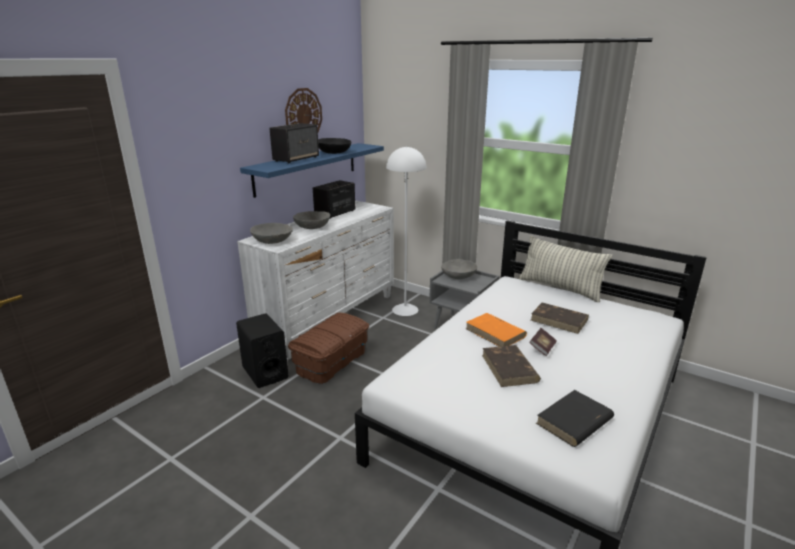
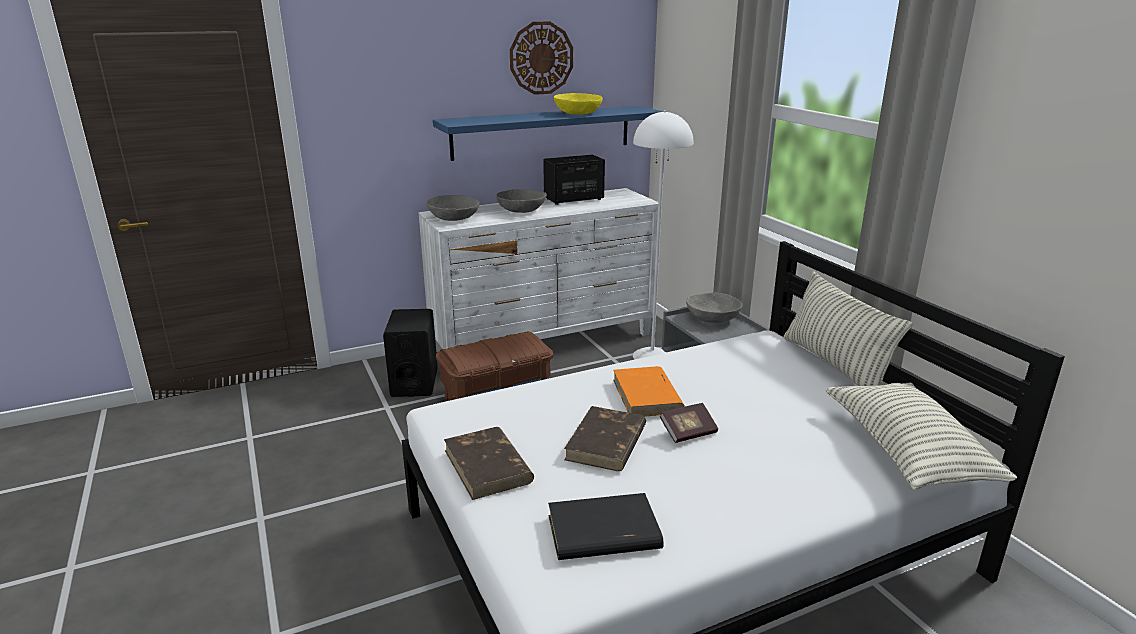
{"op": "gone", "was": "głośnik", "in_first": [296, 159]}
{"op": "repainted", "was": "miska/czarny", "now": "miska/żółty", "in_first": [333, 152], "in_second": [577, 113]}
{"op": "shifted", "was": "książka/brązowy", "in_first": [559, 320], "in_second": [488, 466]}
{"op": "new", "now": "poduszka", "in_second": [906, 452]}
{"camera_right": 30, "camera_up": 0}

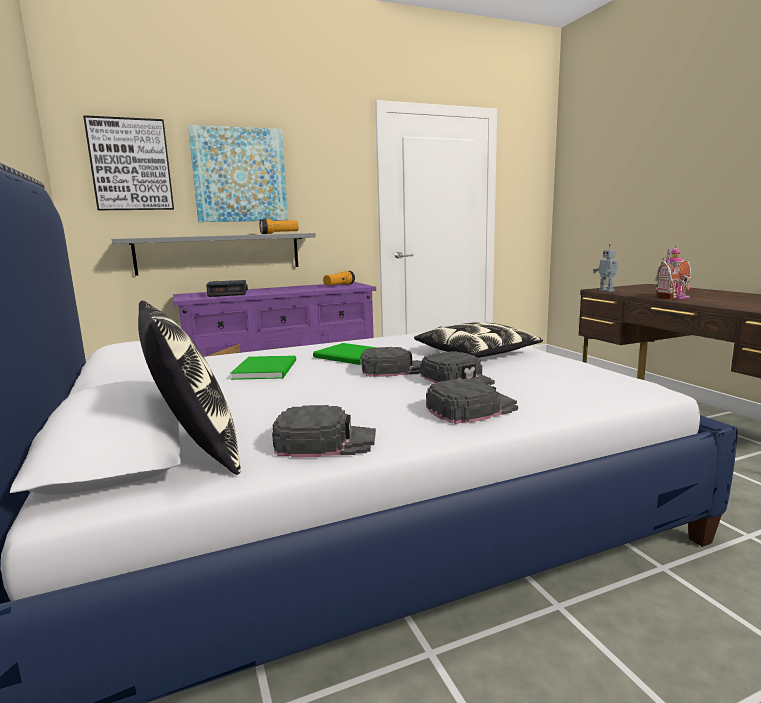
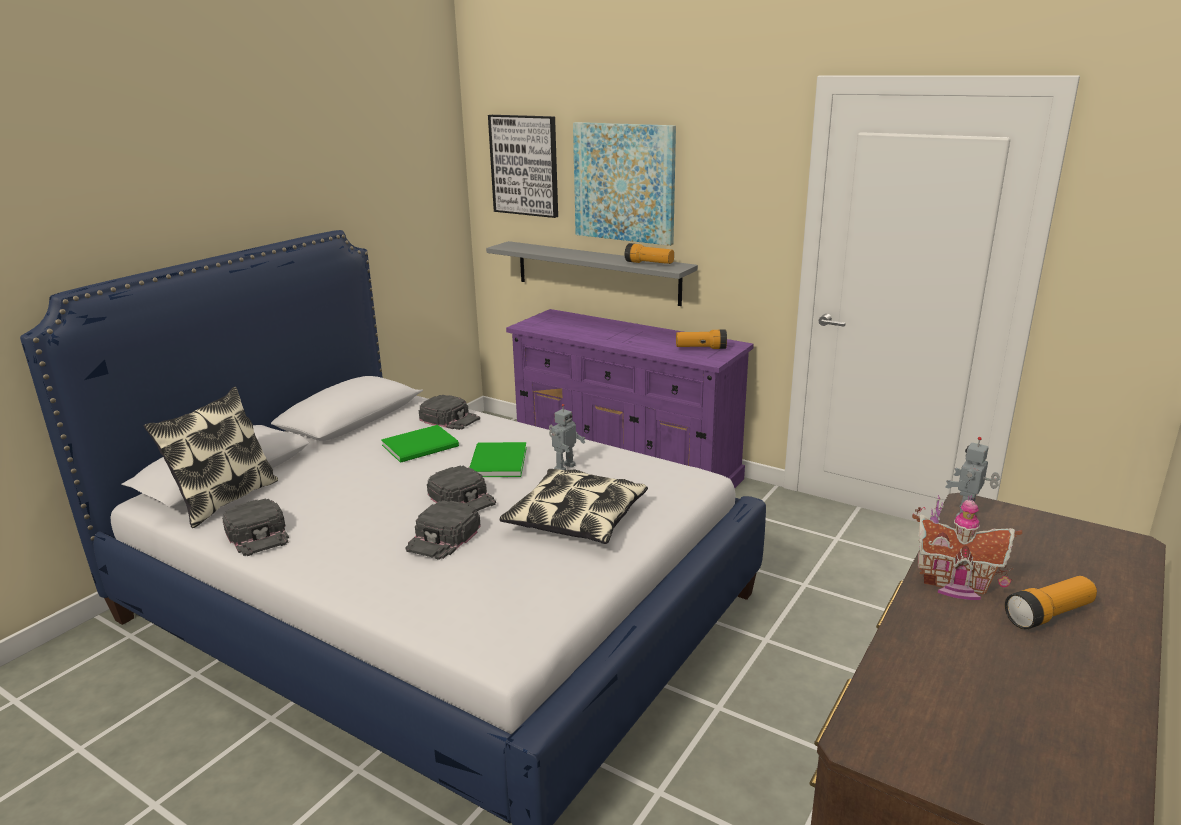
{"op": "gone", "was": "budzik", "in_first": [228, 294]}
{"op": "shifted", "was": "czapka z daszkiem/czarny", "in_first": [471, 408], "in_second": [450, 418]}
{"op": "new", "now": "robot zabawkowy", "in_second": [563, 467]}
{"op": "new", "now": "latarka", "in_second": [1048, 615]}
{"camera_right": 55, "camera_up": 10}

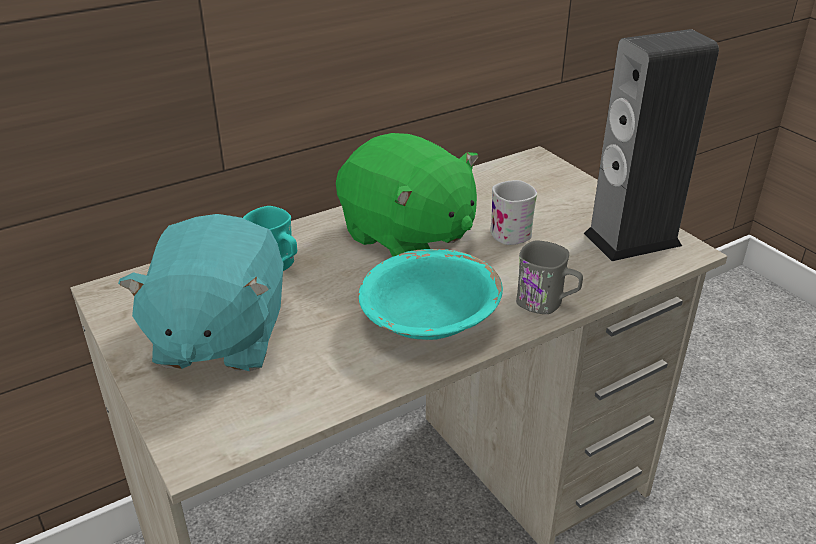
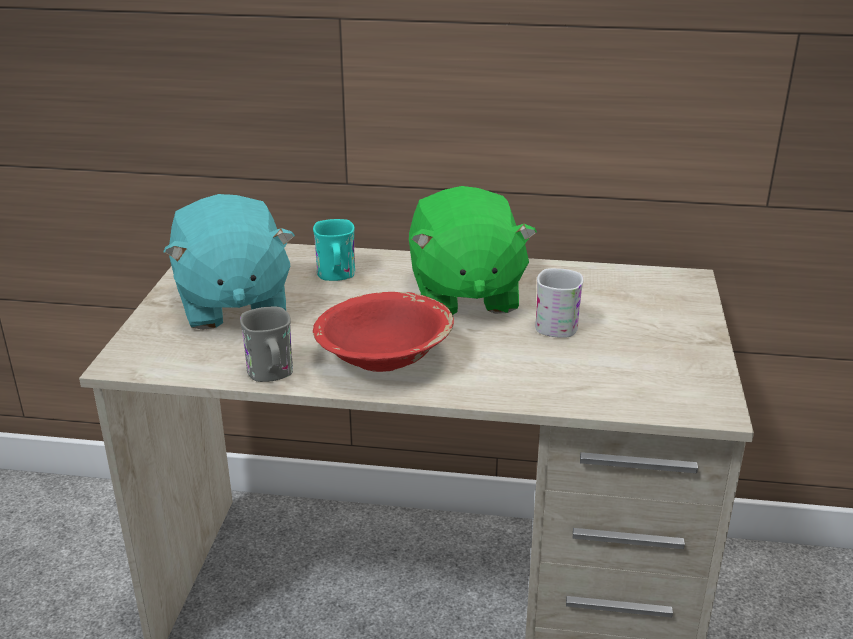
{"op": "gone", "was": "głośnik", "in_first": [632, 239]}
{"op": "rotated", "was": "pluszak/turkusowy", "in_first": [218, 337], "in_second": [232, 304], "clockwise": -60}
{"op": "shifted", "was": "kubek/szary", "in_first": [547, 303], "in_second": [272, 374]}
{"op": "repainted", "was": "miska/turkusowy", "now": "miska/czerwony", "in_first": [429, 322], "in_second": [384, 358]}
{"camera_right": 40, "camera_up": -5}

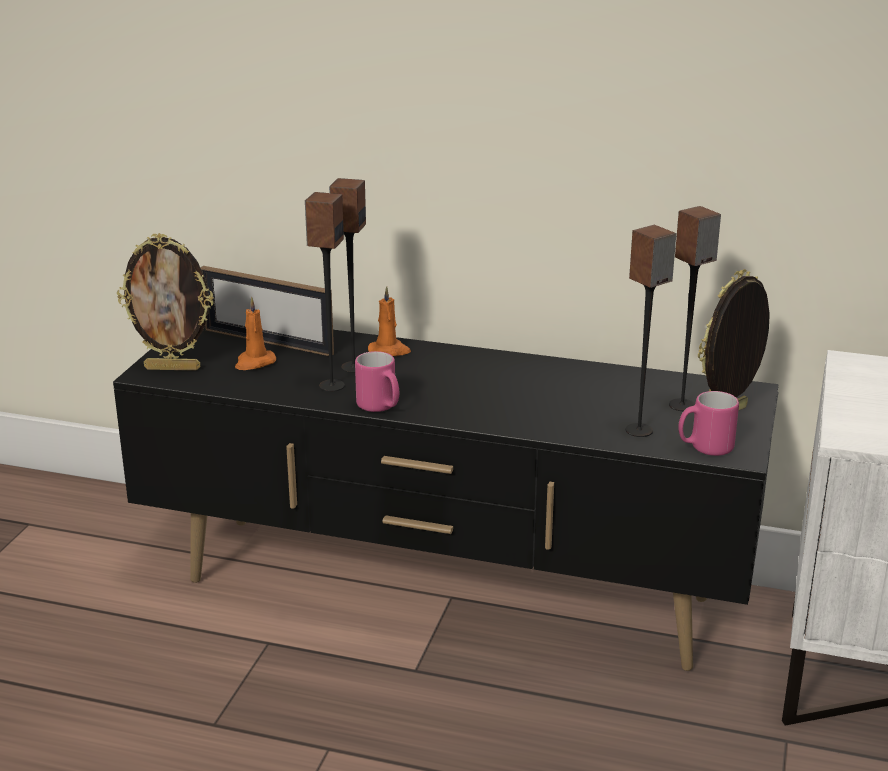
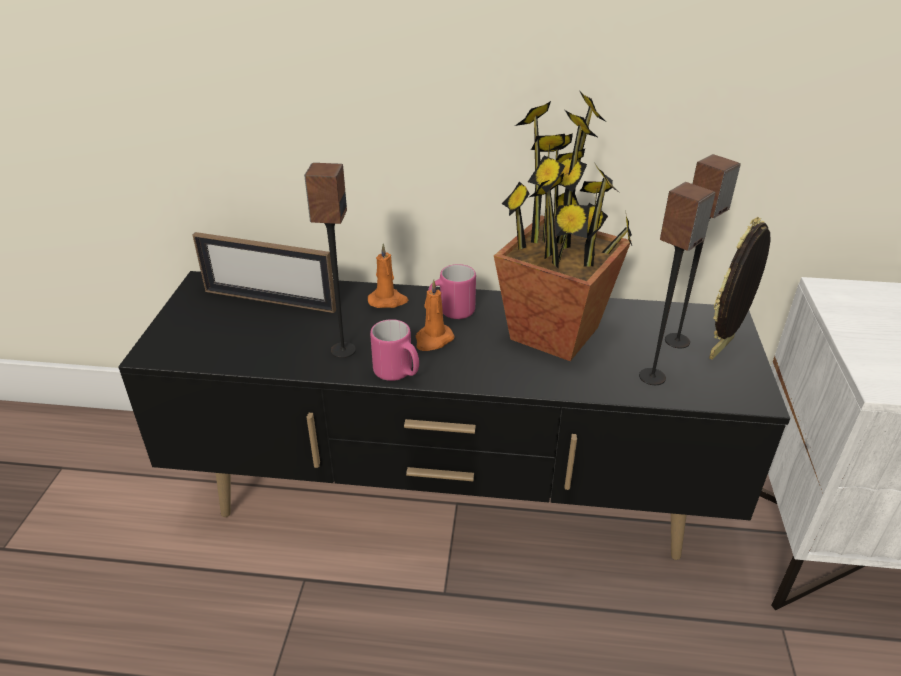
{"op": "gone", "was": "głośnik", "in_first": [353, 367]}
{"op": "gone", "was": "ramka na zdjęcie", "in_first": [173, 368]}
{"op": "shifted", "was": "świeca/pomarańczowy", "in_first": [254, 363], "in_second": [433, 340]}
{"op": "shifted", "was": "kubek/różowy", "in_first": [704, 448], "in_second": [451, 312]}
{"op": "new", "now": "roślina doniczkowa", "in_second": [555, 334]}
{"camera_right": -10, "camera_up": 10}

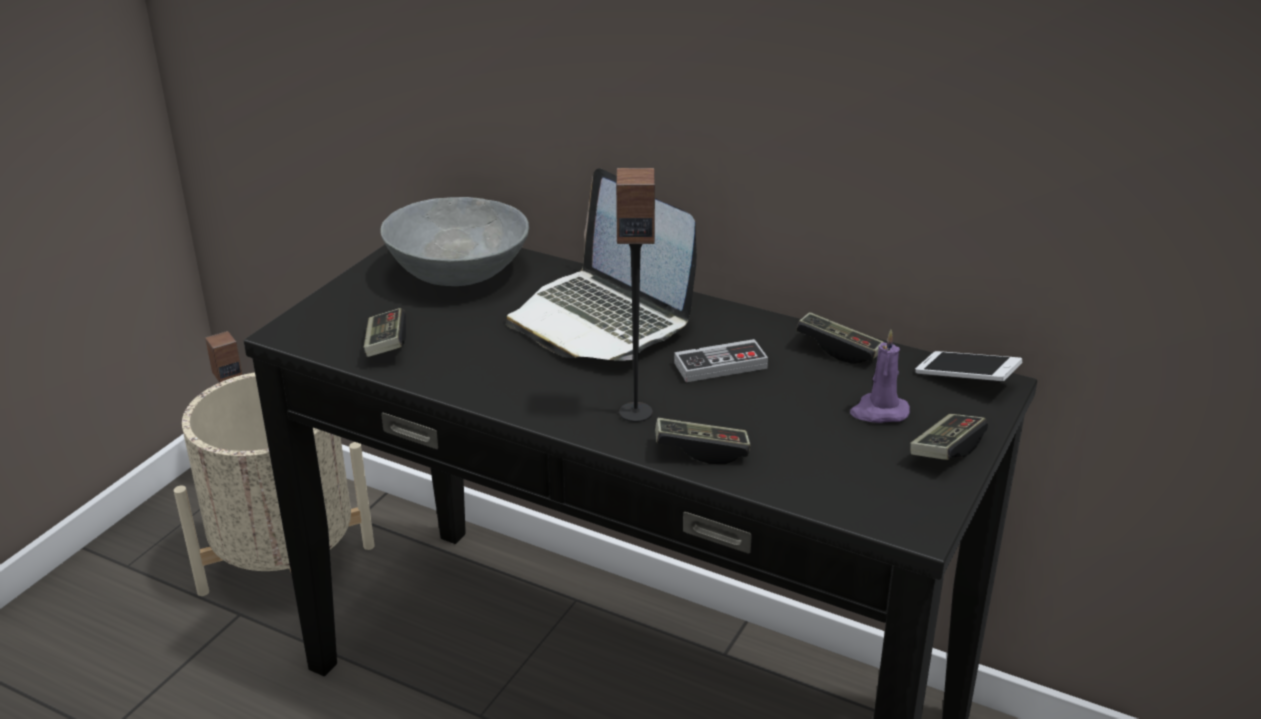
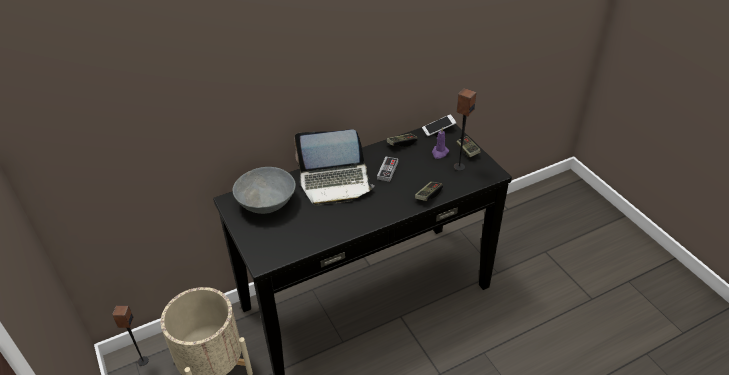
{"op": "shifted", "was": "głośnik", "in_first": [636, 412], "in_second": [459, 167]}
{"op": "gone", "was": "pad do gier", "in_first": [386, 345]}
{"camera_right": -55, "camera_up": 10}

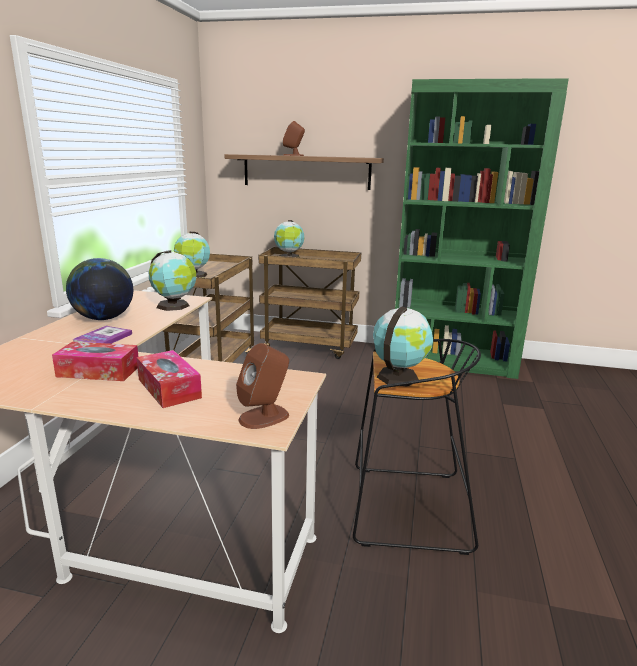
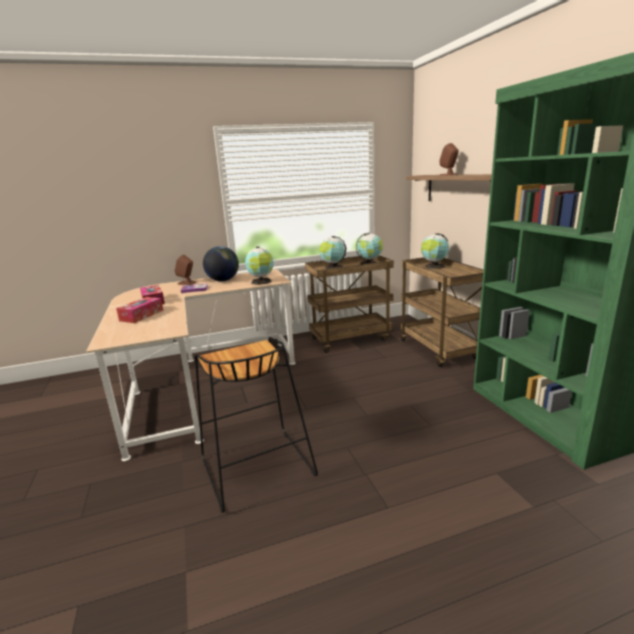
{"op": "shifted", "was": "globus", "in_first": [398, 376], "in_second": [370, 263]}
{"op": "shifted", "was": "głośnik/brązowy", "in_first": [264, 417], "in_second": [187, 283]}
{"camera_right": 60, "camera_up": 0}

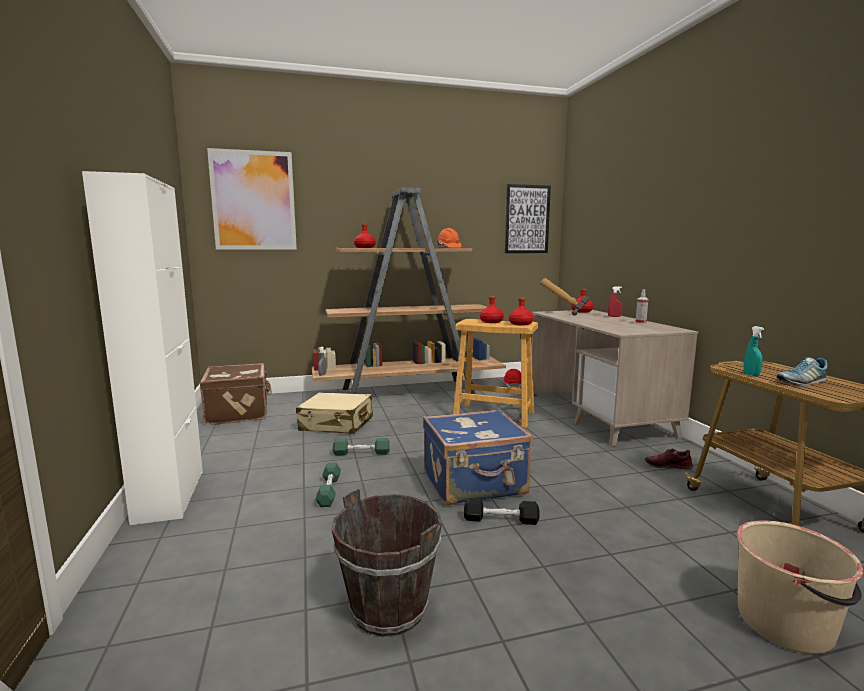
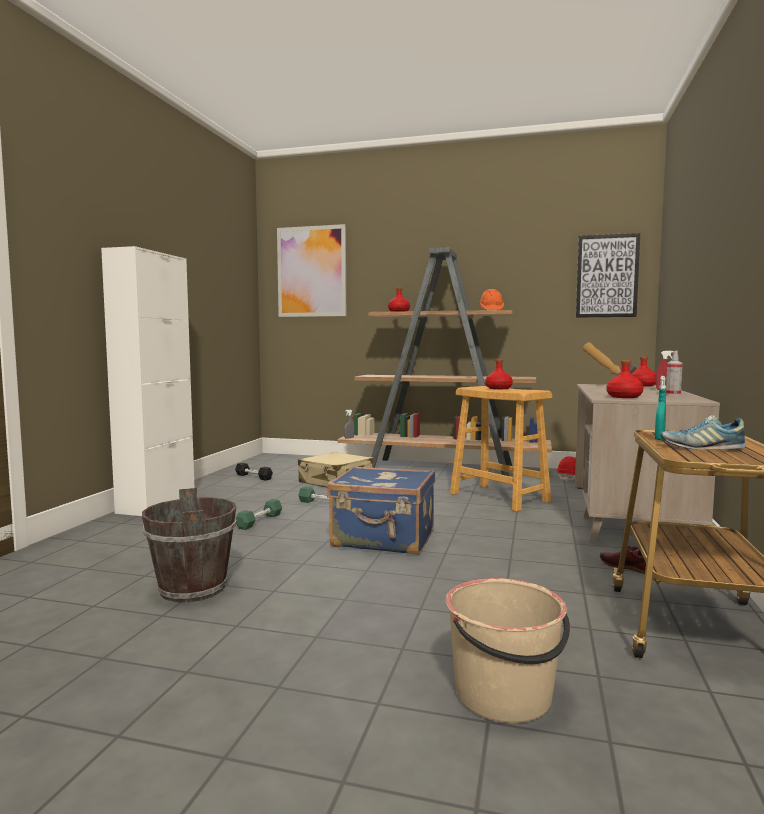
{"op": "shifted", "was": "butelka/czerwony", "in_first": [521, 324], "in_second": [624, 397]}
{"op": "gone", "was": "walizka/brązowy", "in_first": [239, 412]}
{"op": "shifted", "was": "hantel/czarny", "in_first": [500, 520], "in_second": [253, 477]}
{"camera_right": 30, "camera_up": -5}

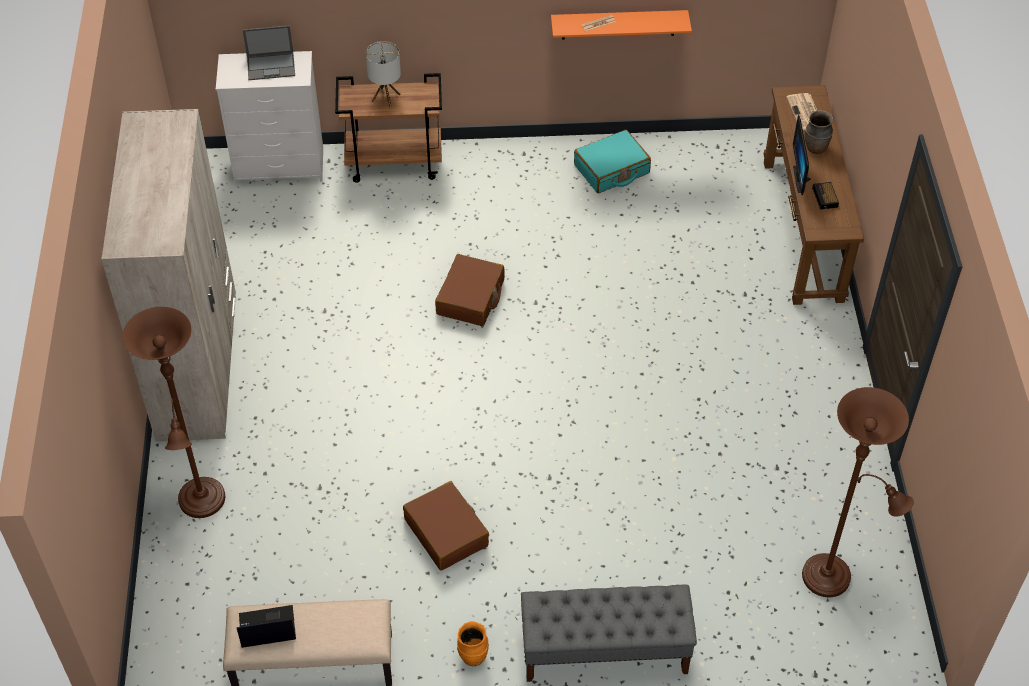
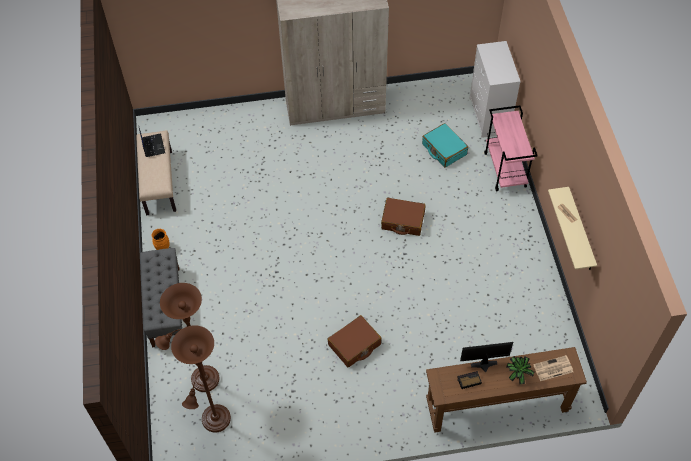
{"op": "repainted", "was": "półka/pomarańczowy", "now": "półka/beżowy", "in_first": [618, 24], "in_second": [580, 230]}
{"op": "gone", "was": "laptop", "in_first": [271, 66]}
{"op": "gone", "was": "lampa stołowa", "in_first": [386, 97]}
{"op": "repainted", "was": "wózek/brązowy", "now": "wózek/różowy", "in_first": [395, 162], "in_second": [505, 170]}
{"op": "swapped", "was": "wazon/brązowy", "now": "roślina doniczkowa", "in_first": [815, 148], "in_second": [517, 375]}
{"op": "shifted", "was": "walizka/turkusowy", "in_first": [611, 169], "in_second": [444, 149]}
{"op": "shifted", "was": "lampa stojąca/brązowy", "in_first": [202, 504], "in_second": [201, 380]}
{"op": "shifted", "was": "walizka/brązowy", "in_first": [447, 532], "in_second": [354, 345]}
{"camera_right": 85, "camera_up": 5}

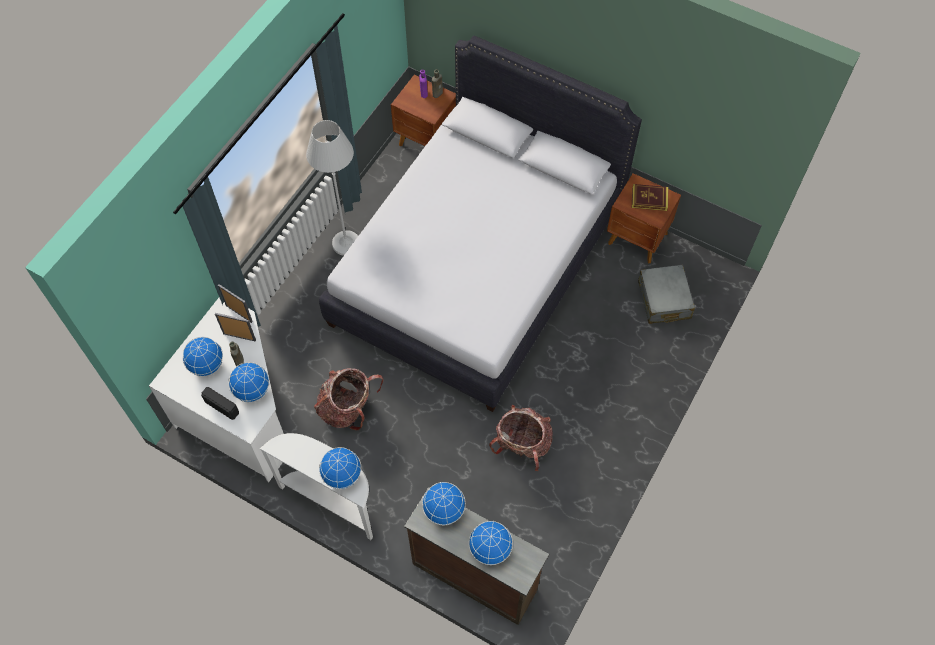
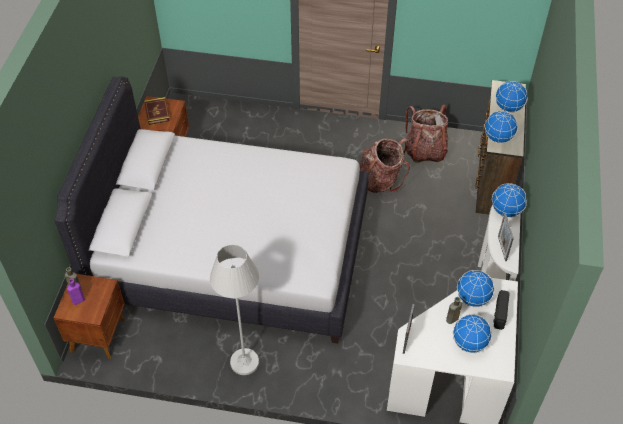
{"op": "gone", "was": "walizka/szary", "in_first": [664, 300]}
{"op": "shifted", "was": "ramka na zdjęcie", "in_first": [239, 337], "in_second": [502, 248]}
{"op": "shifted", "was": "plecak", "in_first": [348, 408], "in_second": [425, 151]}
{"camera_right": -110, "camera_up": -10}

